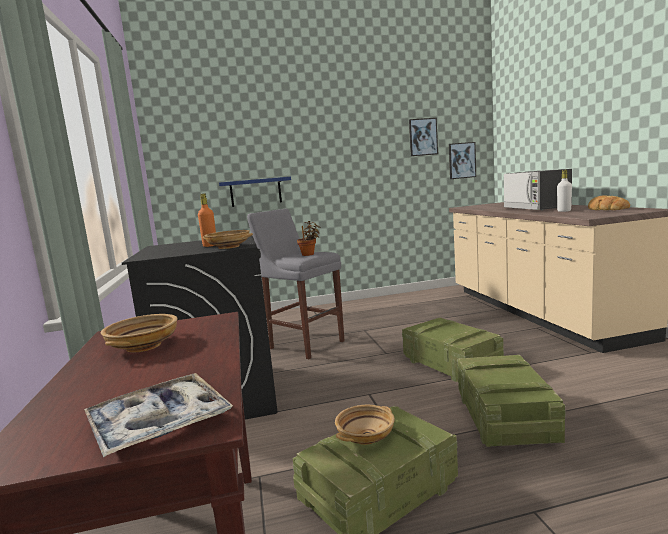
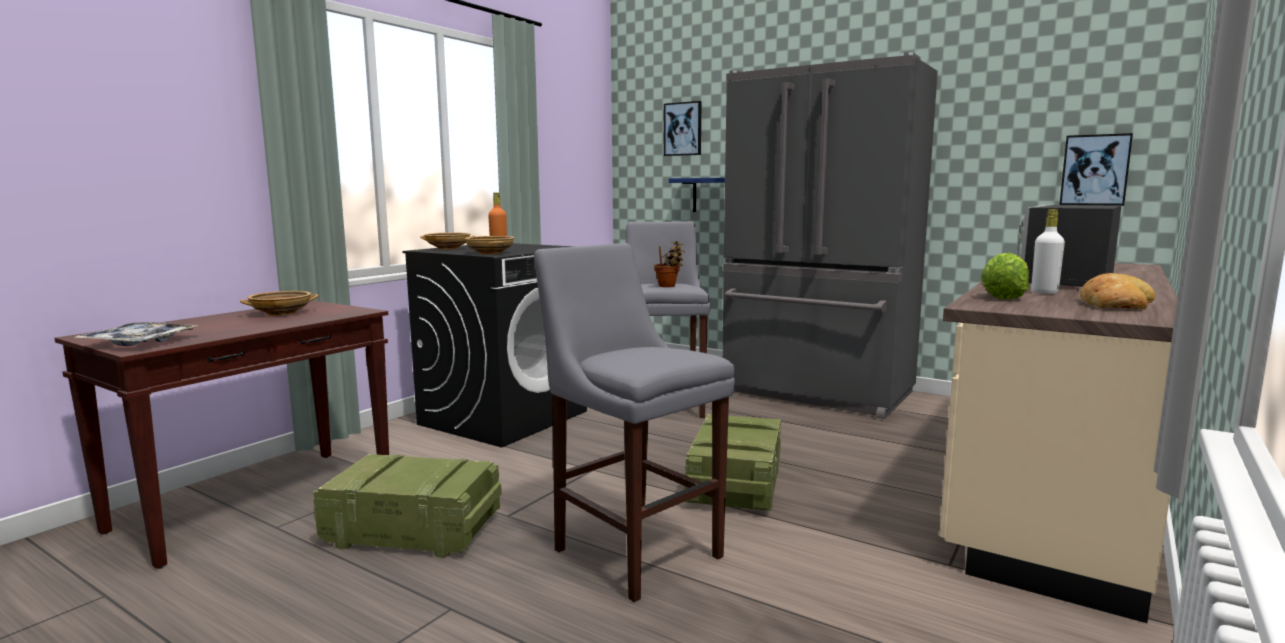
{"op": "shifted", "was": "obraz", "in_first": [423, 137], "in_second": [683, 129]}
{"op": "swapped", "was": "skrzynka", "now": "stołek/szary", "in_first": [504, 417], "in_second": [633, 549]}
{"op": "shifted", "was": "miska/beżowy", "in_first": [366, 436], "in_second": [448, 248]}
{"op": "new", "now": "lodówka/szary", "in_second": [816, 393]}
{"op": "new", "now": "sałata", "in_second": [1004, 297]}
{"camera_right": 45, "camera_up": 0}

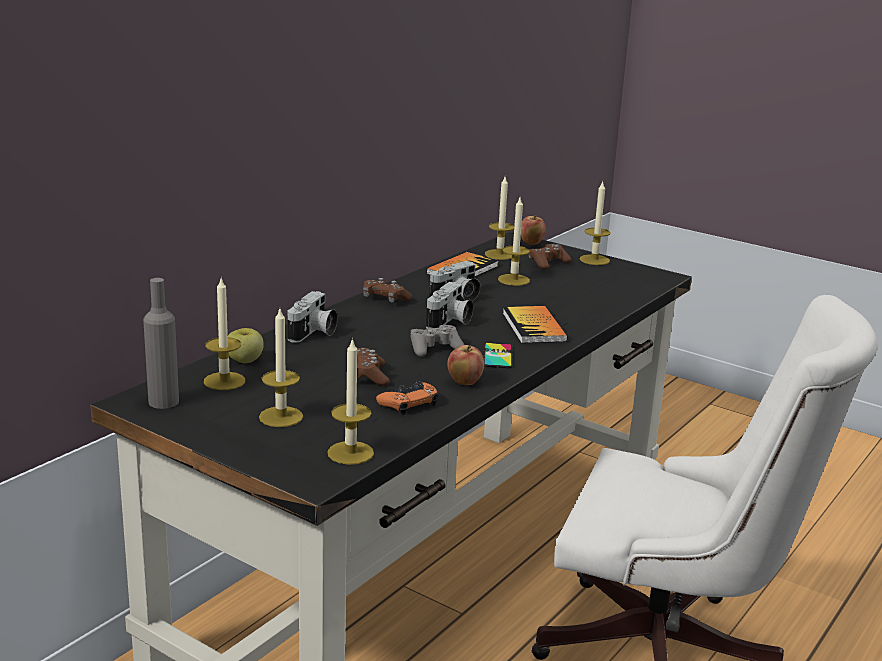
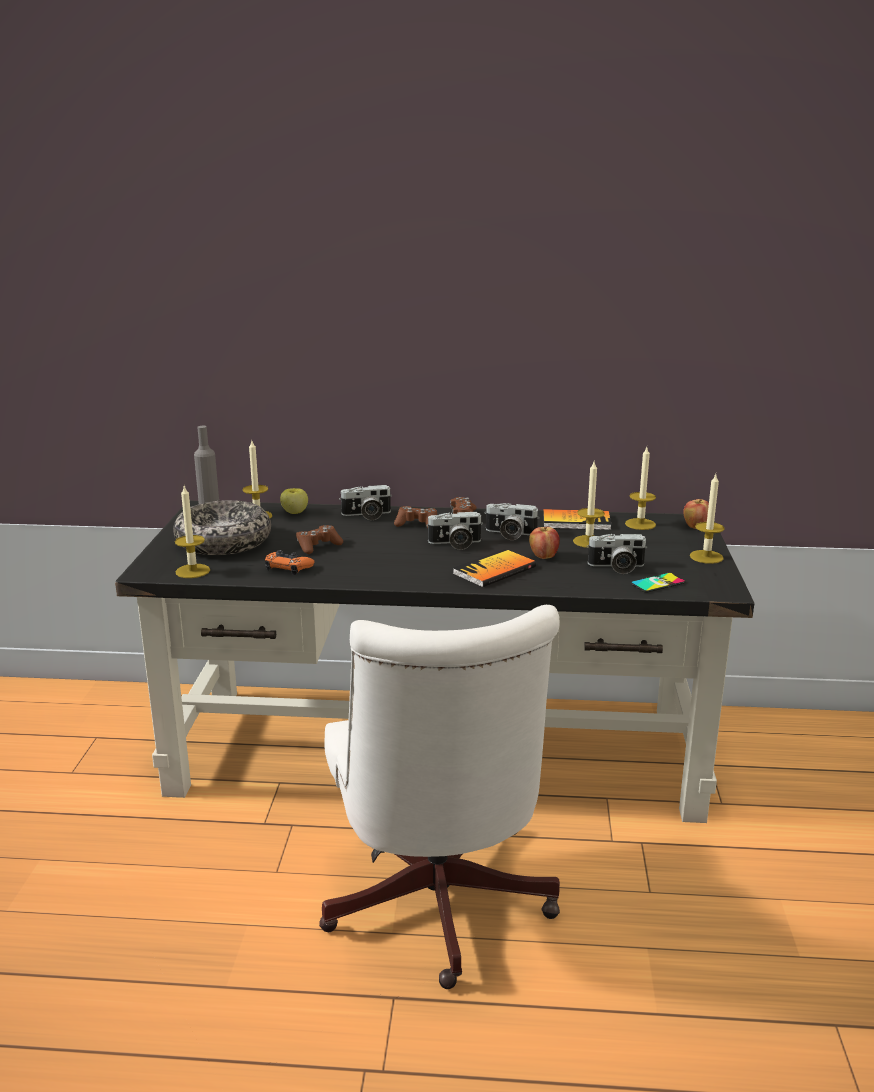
{"op": "shifted", "was": "pad do gier/brązowy", "in_first": [548, 263], "in_second": [417, 524]}
{"op": "swapped", "was": "świeca", "now": "miska", "in_first": [281, 417], "in_second": [223, 542]}
{"op": "gone", "was": "pad do gier/szary", "in_first": [434, 348]}
{"op": "shifted", "was": "telefon", "in_first": [497, 356], "in_second": [657, 583]}
{"op": "shifted", "was": "jabłko", "in_first": [464, 382], "in_second": [544, 556]}
{"op": "new", "now": "aparat fotograficzny", "in_second": [616, 567]}
{"camera_right": 60, "camera_up": 0}

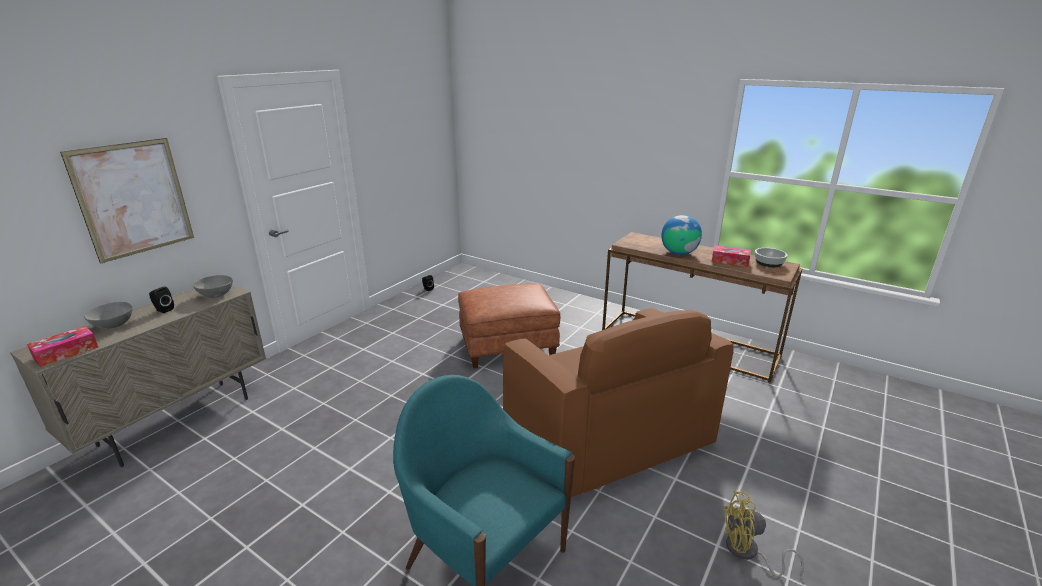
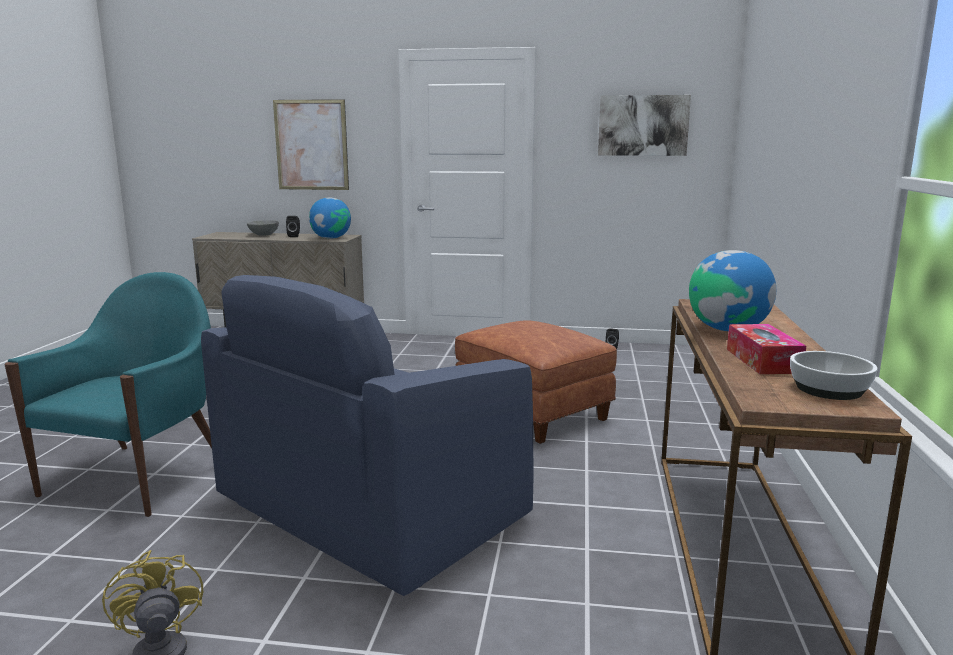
{"op": "swapped", "was": "miska/szary", "now": "globus", "in_first": [216, 294], "in_second": [331, 238]}
{"op": "repainted", "was": "fotel/brązowy", "now": "fotel/niebieski", "in_first": [605, 438], "in_second": [370, 509]}
{"op": "gone", "was": "pudełko chusteczek", "in_first": [66, 352]}
{"op": "new", "now": "obraz", "in_second": [643, 125]}
{"camera_right": 65, "camera_up": -10}

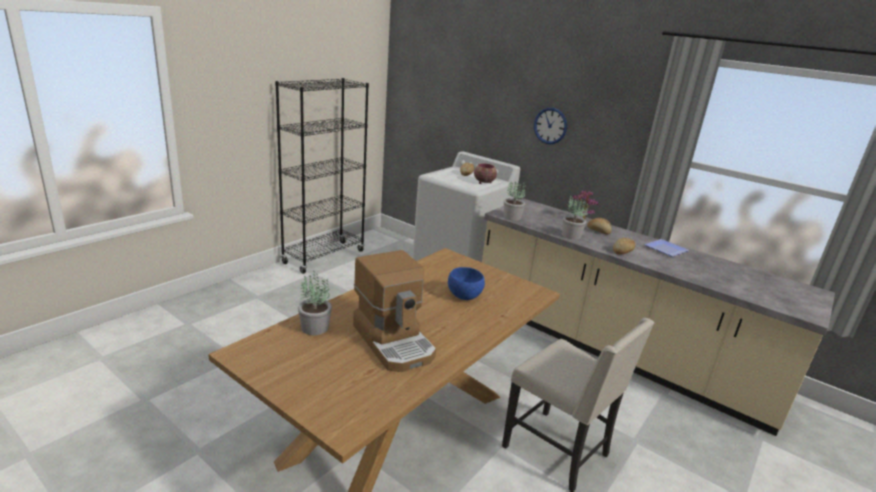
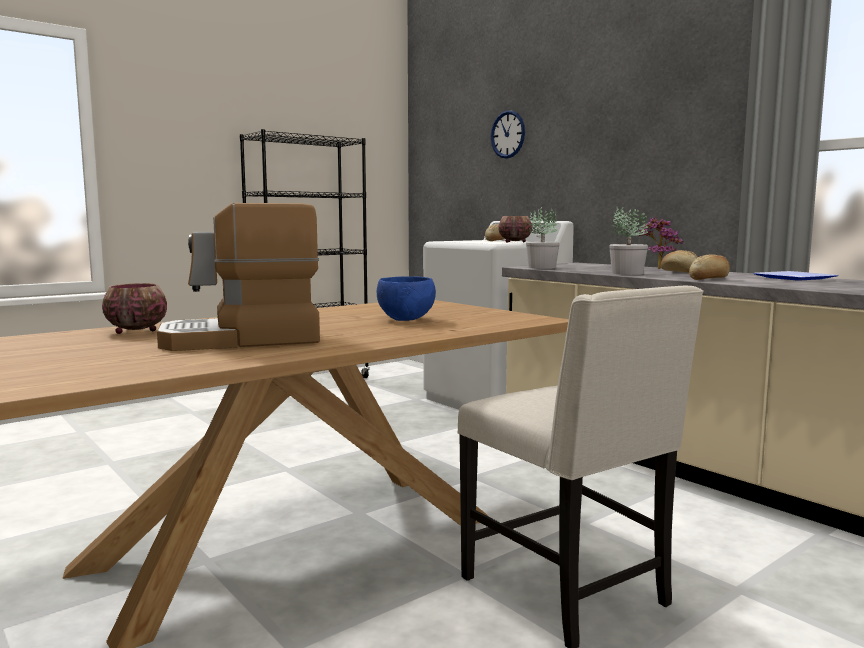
{"op": "shifted", "was": "zegar ścienny", "in_first": [550, 126], "in_second": [508, 134]}
{"op": "rotated", "was": "ekspres do kawy", "in_first": [395, 341], "in_second": [242, 340], "clockwise": 90}
{"op": "swapped", "was": "roślina doniczkowa", "now": "miska", "in_first": [314, 327], "in_second": [135, 331]}
{"camera_right": 15, "camera_up": -15}

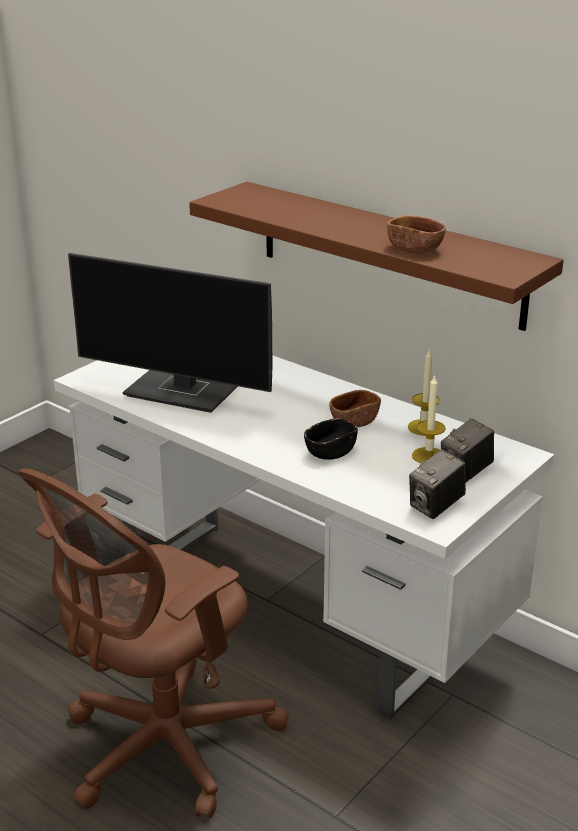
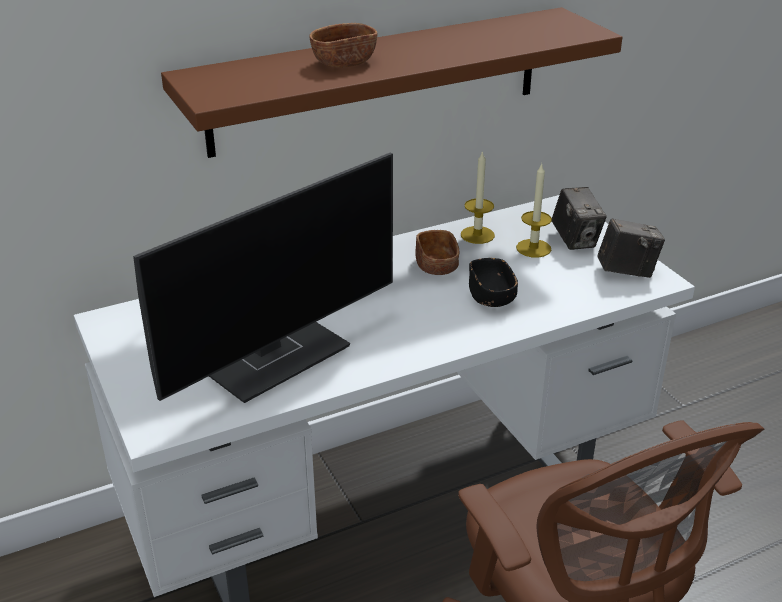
{"op": "shifted", "was": "miska/brązowy", "in_first": [414, 249], "in_second": [344, 62]}
{"op": "rotated", "was": "aparat fotograficzny", "in_first": [436, 507], "in_second": [626, 271], "clockwise": -75}
{"camera_right": -65, "camera_up": 5}

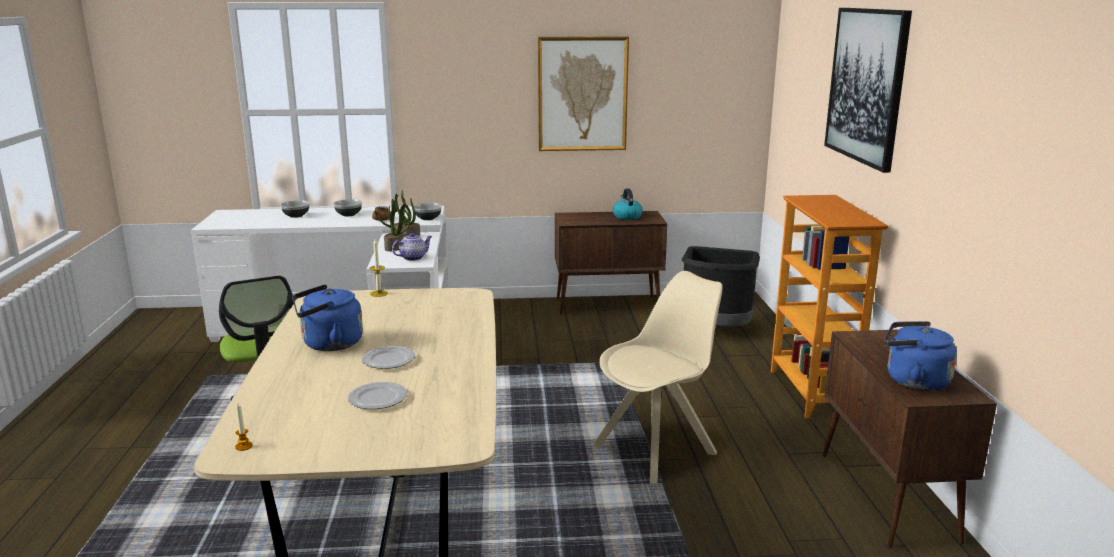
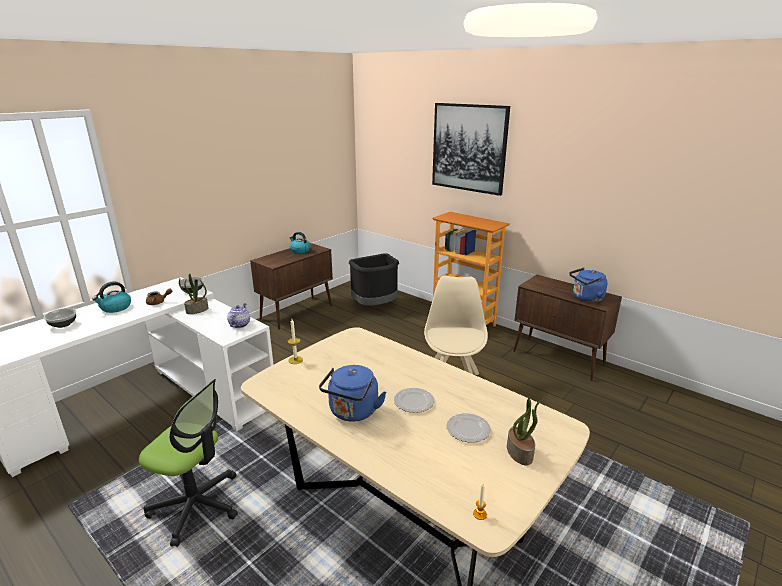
{"op": "gone", "was": "obraz", "in_first": [582, 94]}
{"op": "swapped", "was": "miska", "now": "czajnik", "in_first": [349, 214], "in_second": [115, 308]}
{"op": "shifted", "was": "roślina doniczkowa", "in_first": [396, 247], "in_second": [520, 452]}
{"camera_right": -45, "camera_up": 5}

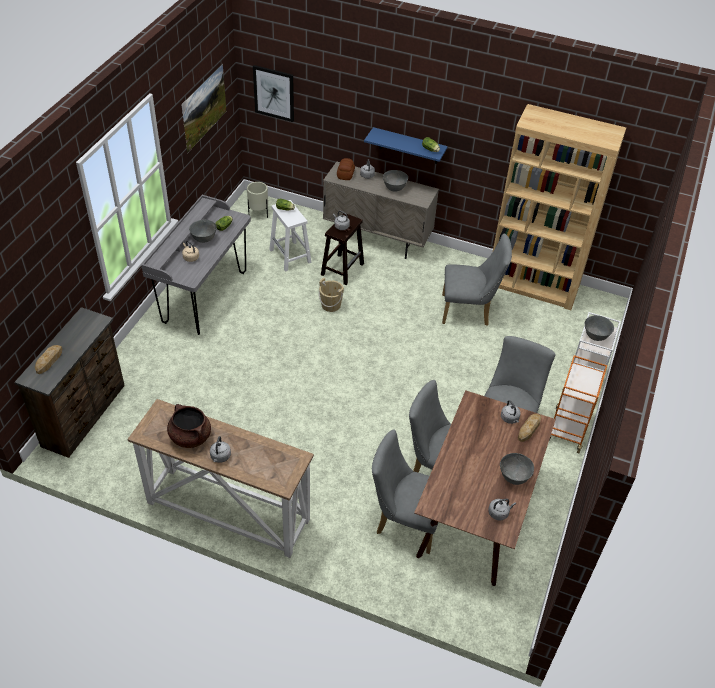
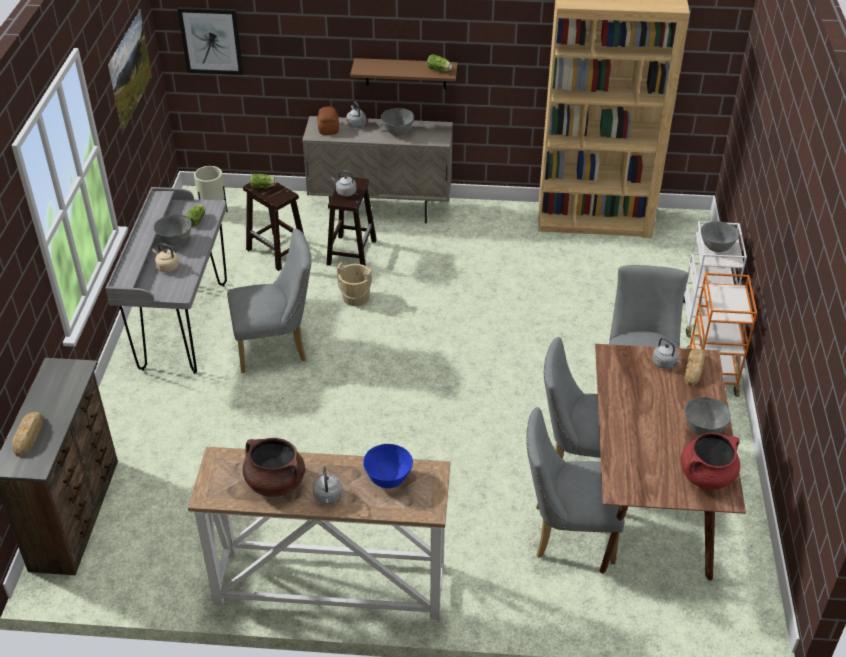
{"op": "repainted", "was": "półka/niebieski", "now": "półka/brązowy", "in_first": [409, 146], "in_second": [406, 73]}
{"op": "repainted", "was": "stołek/biały", "now": "stołek/brązowy", "in_first": [290, 256], "in_second": [277, 251]}
{"op": "shifted", "was": "krzesło/szary", "in_first": [469, 311], "in_second": [276, 347]}
{"op": "swapped", "was": "czajnik/szary", "now": "garnek/czerwony", "in_first": [499, 513], "in_second": [707, 475]}
{"op": "new", "now": "miska/niebieski", "in_second": [388, 479]}
{"camera_right": -15, "camera_up": -5}

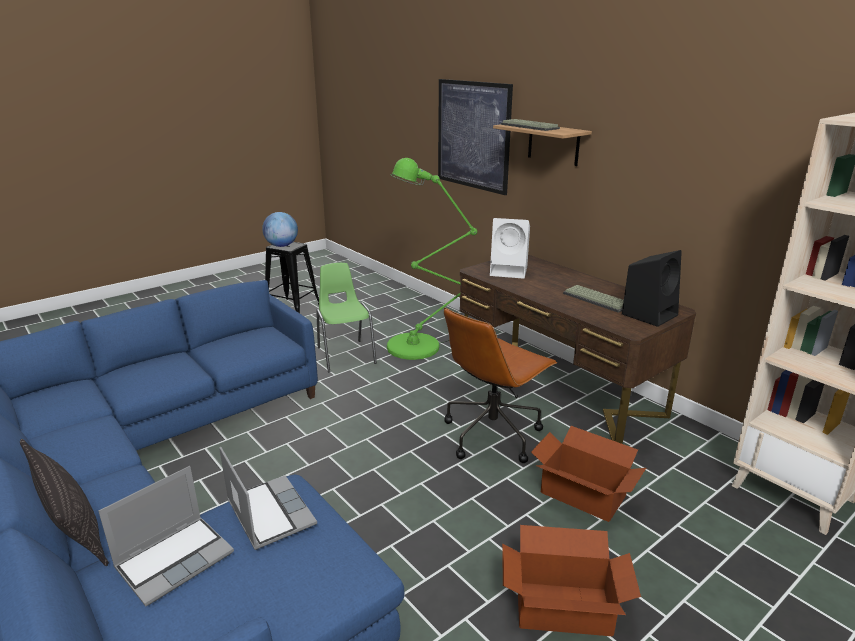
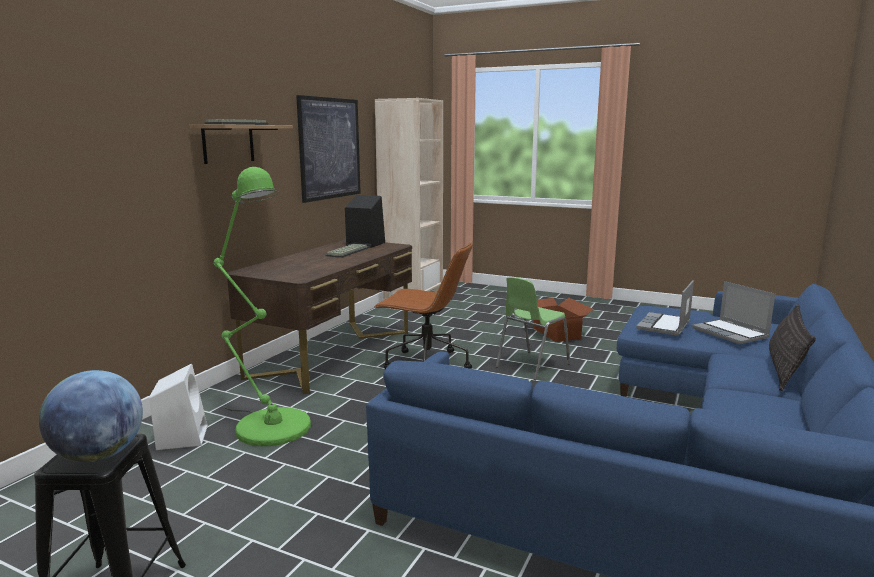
{"op": "shifted", "was": "obraz", "in_first": [473, 135], "in_second": [330, 148]}
{"op": "shifted", "was": "głośnik/biały", "in_first": [510, 271], "in_second": [182, 437]}
{"op": "shifted", "was": "krzesło/zielony", "in_first": [345, 355], "in_second": [531, 366]}
{"op": "gone", "was": "karton", "in_first": [583, 495]}
{"op": "rotated", "was": "laptop", "in_first": [175, 559], "in_second": [731, 333], "clockwise": -135}
{"camera_right": -115, "camera_up": -10}

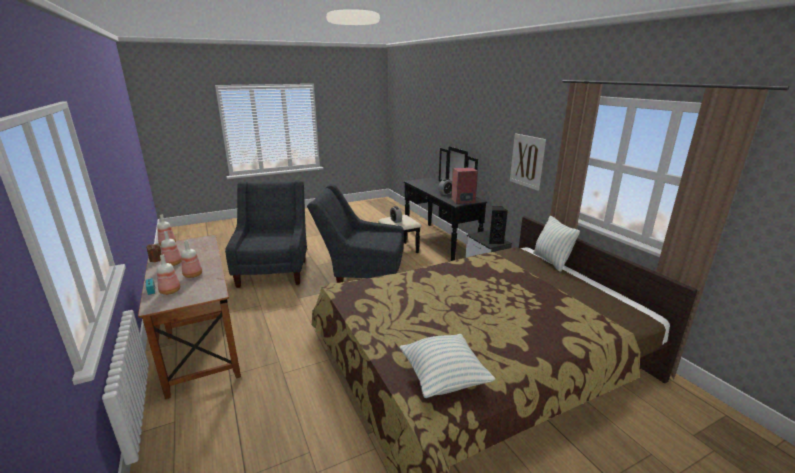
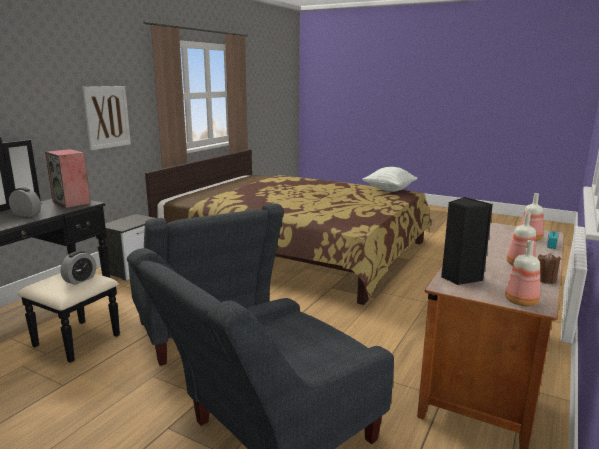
{"op": "shifted", "was": "głośnik/czarny", "in_first": [495, 241], "in_second": [459, 278]}
{"op": "gone", "was": "poduszka", "in_first": [551, 261]}
{"op": "gone", "was": "butelka", "in_first": [192, 275]}
{"camera_right": -125, "camera_up": -5}

